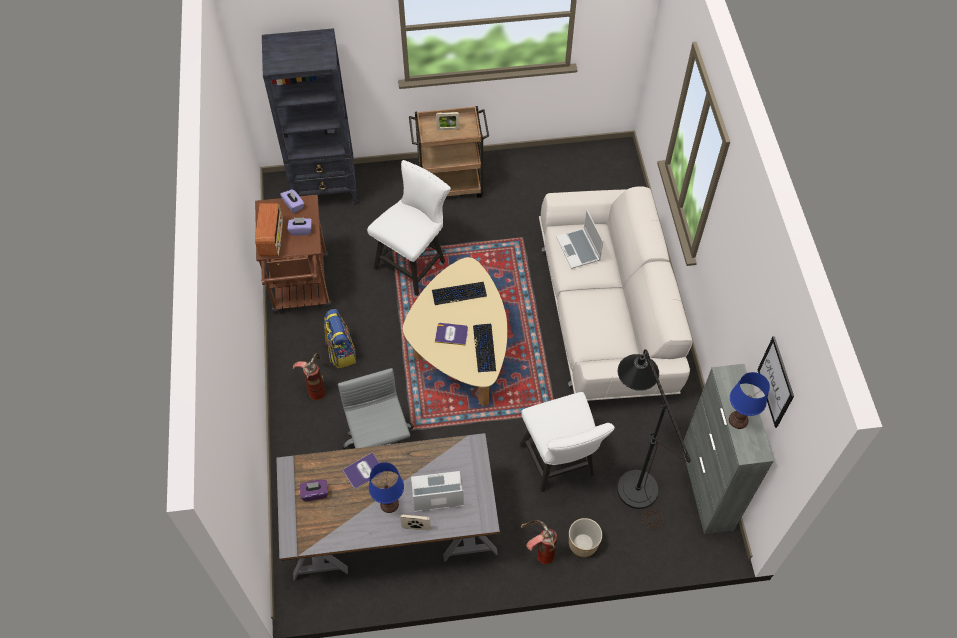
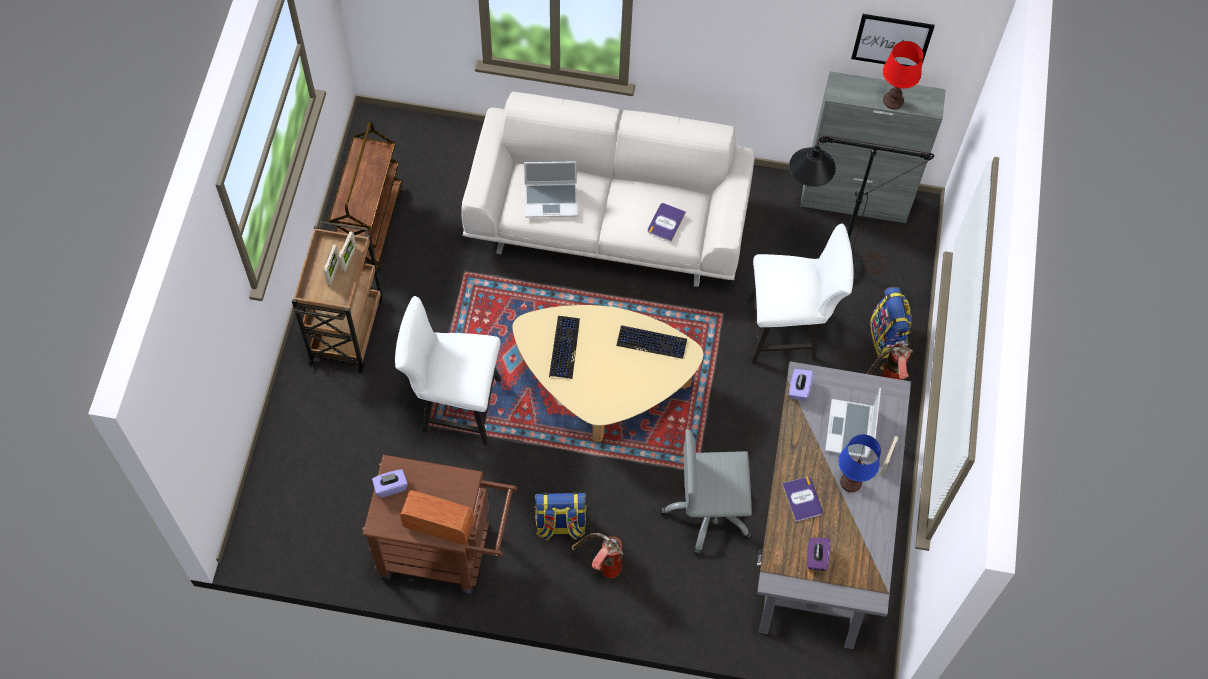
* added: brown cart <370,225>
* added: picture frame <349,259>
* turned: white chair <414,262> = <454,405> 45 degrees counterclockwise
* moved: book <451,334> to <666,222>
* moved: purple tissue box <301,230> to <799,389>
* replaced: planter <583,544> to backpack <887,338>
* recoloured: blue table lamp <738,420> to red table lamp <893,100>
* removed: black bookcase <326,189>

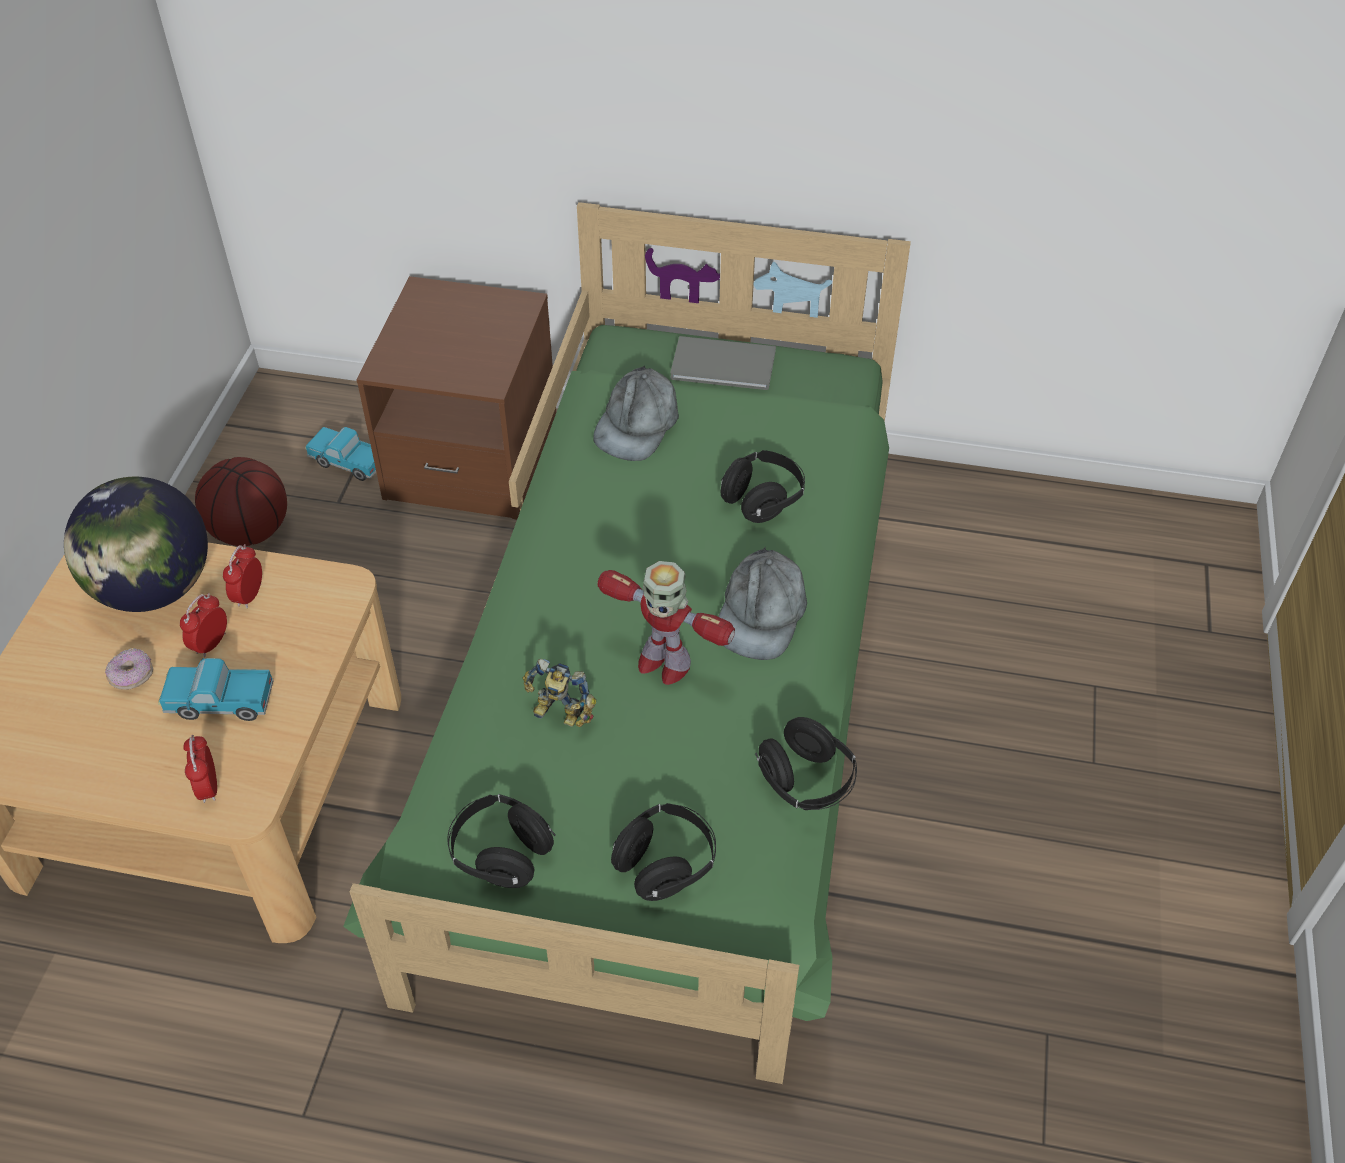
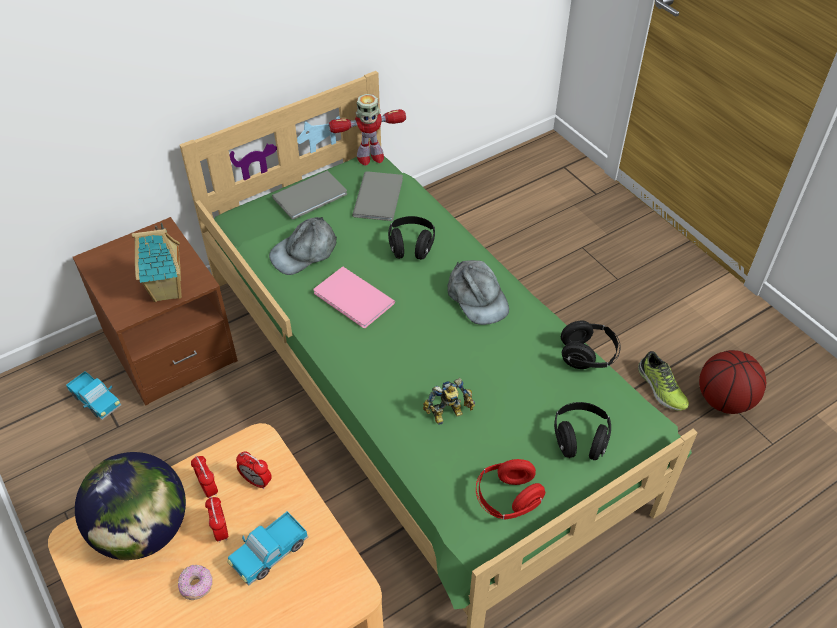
* turned: toy truck <348,463> = <96,401> 120 degrees counterclockwise
* added: toy house <168,291>
* moved: alarm clock <208,787> to <256,481>
* turned: grey cap <637,424> = <304,252> 75 degrees clockwise
* added: pink book <353,300>
* moved: toy robot <663,663> to <369,157>
* added: grey book <380,196>
* recoloured: black headphones <501,854> to red headphones <507,499>
* added: shoe <660,388>
* moved: basketball <250,531> to <723,400>

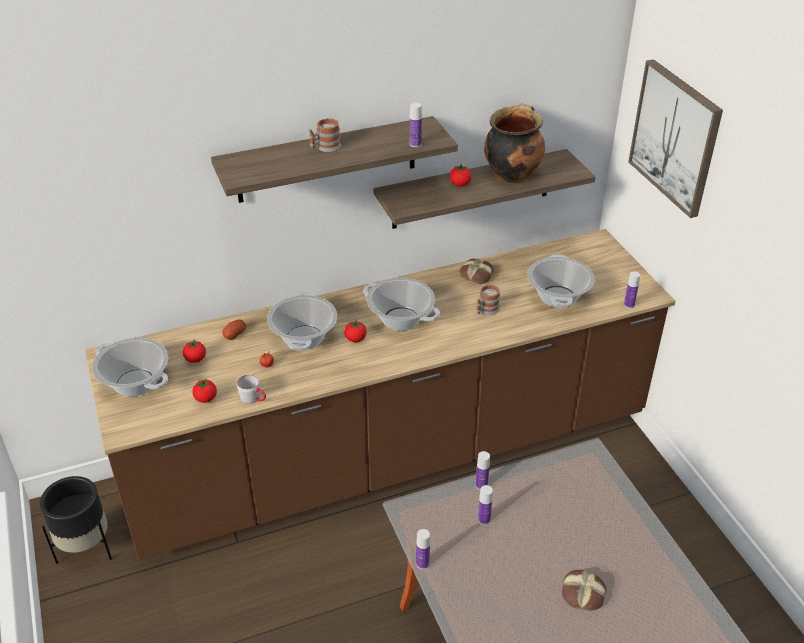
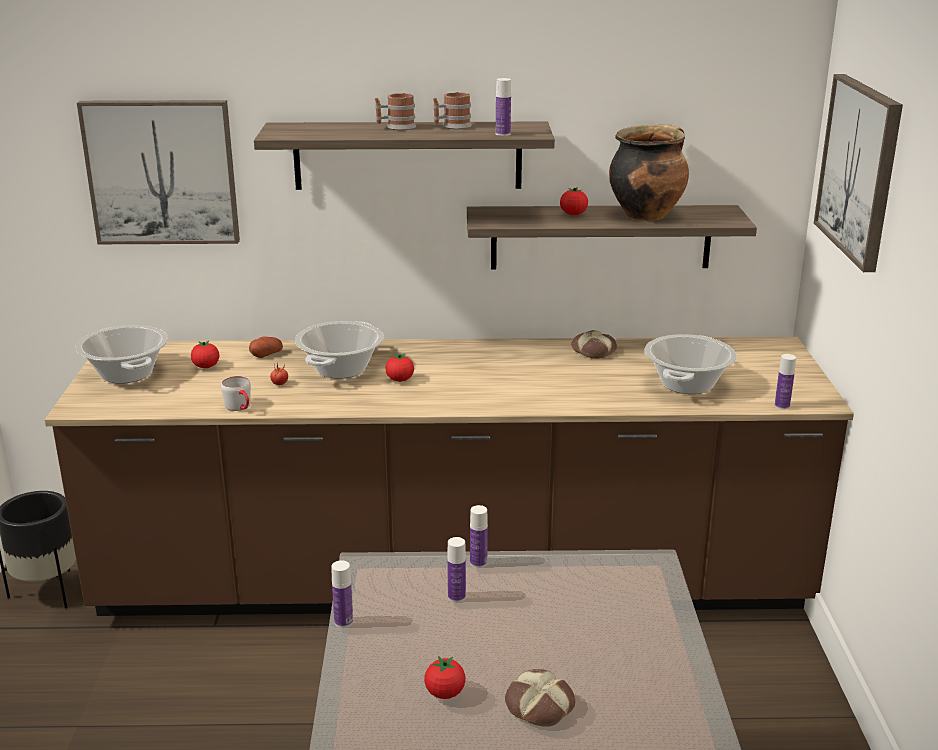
* added: picture <162,172>
* moved: tomato <206,399> to <445,693>
* moved: mug <486,310> to <452,126>
* removed: cooking pot <400,319>

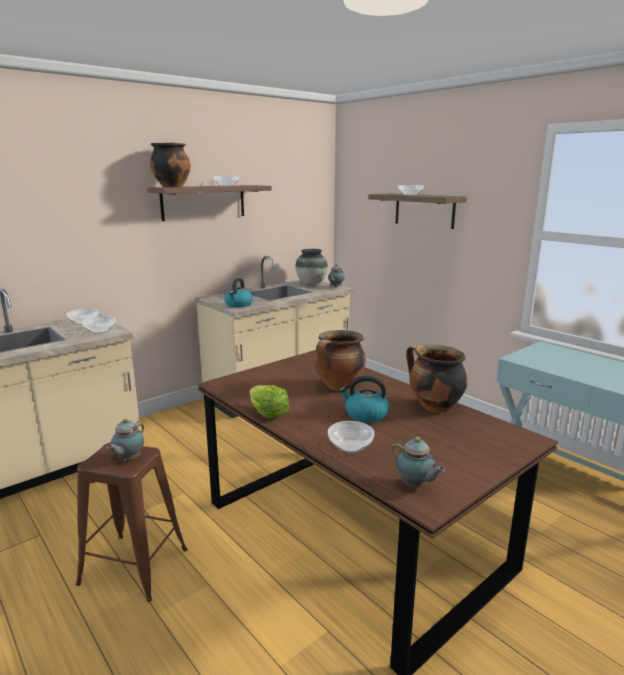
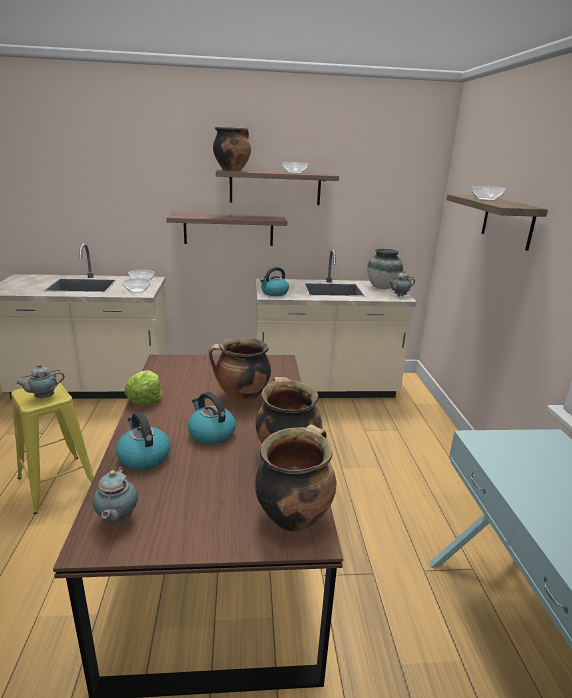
* recoloured: brown stool <134,566> to yellow stool <57,483>
* replaced: bowl <350,446> to kettle <143,457>
* added: shelf <228,229>
* added: cooking pot <293,516>

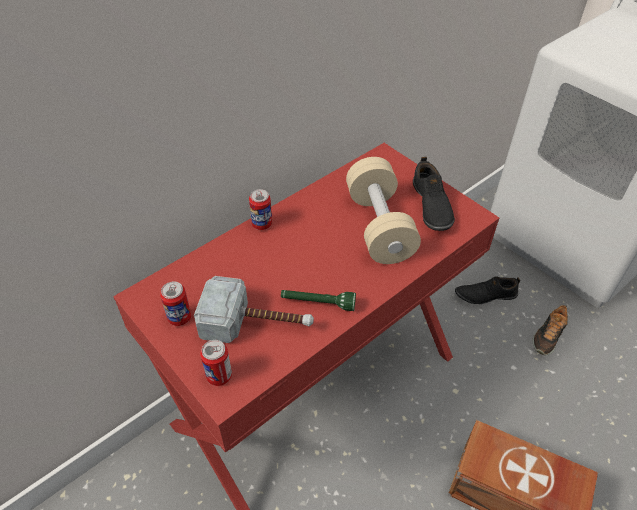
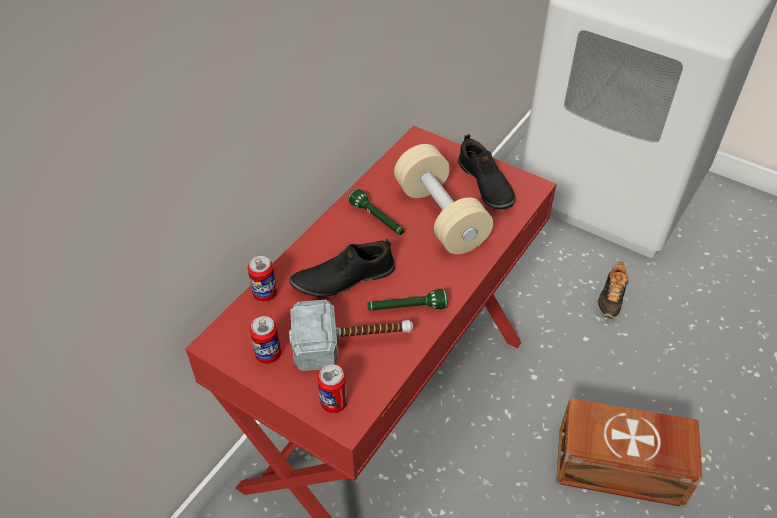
* moved: can <262,224> to <265,294>
* moved: black shoe <485,294> to <343,278>
* added: green flashlight <377,219>

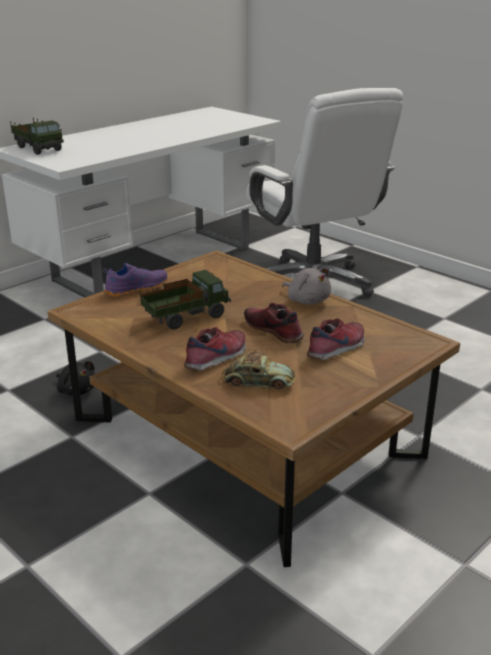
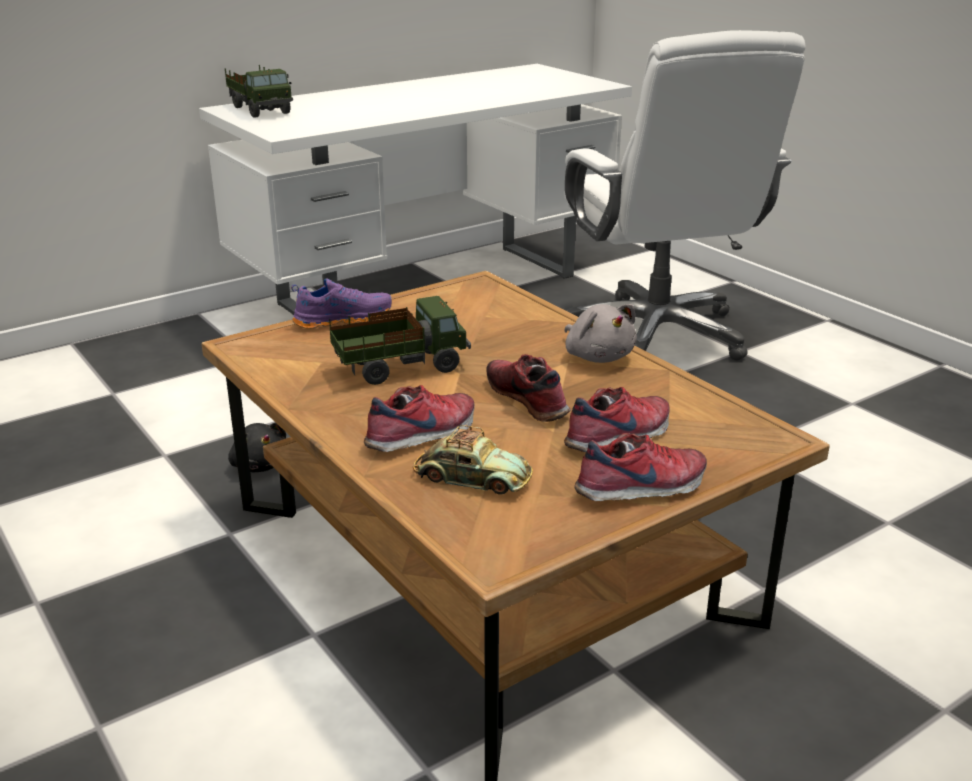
* added: shoe <642,488>

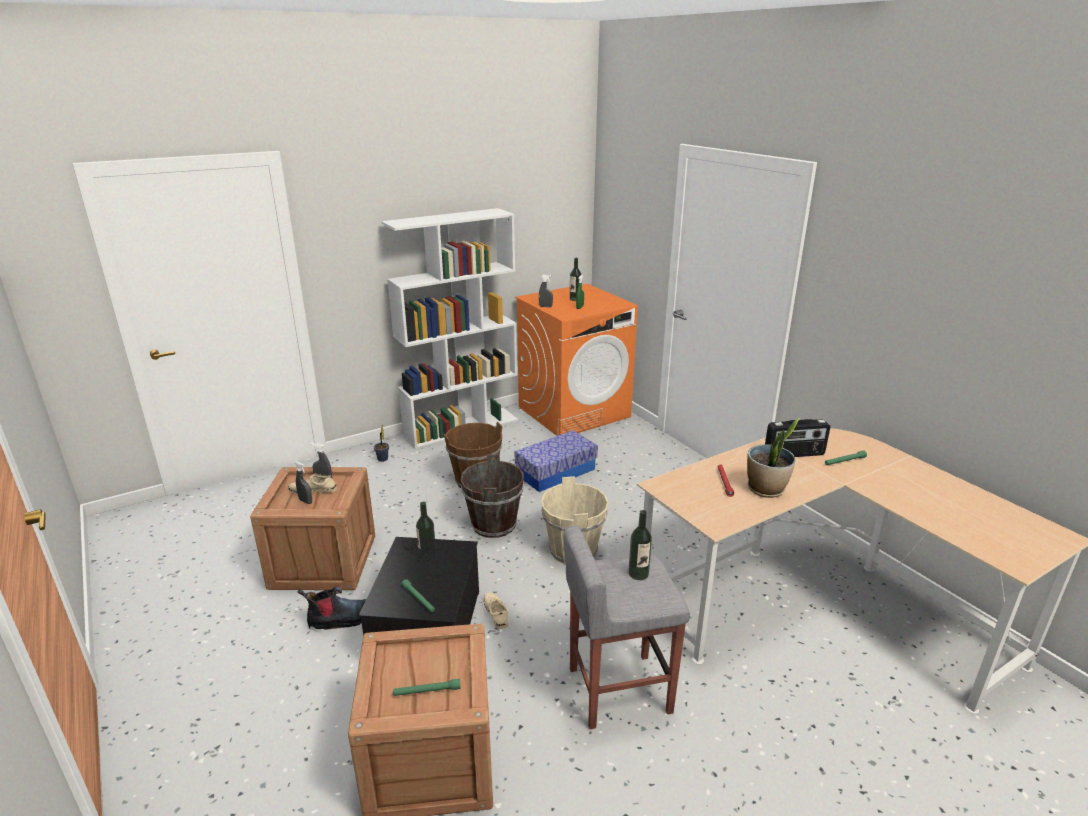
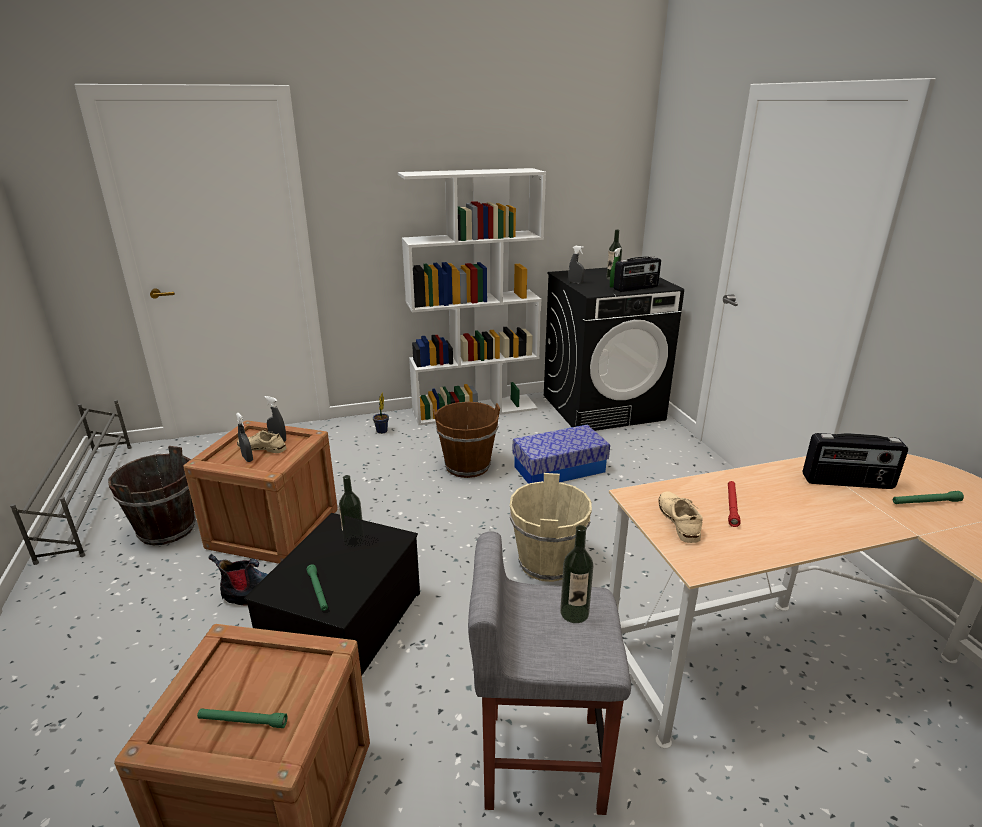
* added: grey shoe rack <90,496>
* moved: brown bucket <494,525> to <167,529>
* recoloured: orange washing machine <574,411> to black washing machine <603,407>
* added: radio <636,288>
* moved: beige shoe <496,612> to <678,520>
* removed: potted plant <766,489>

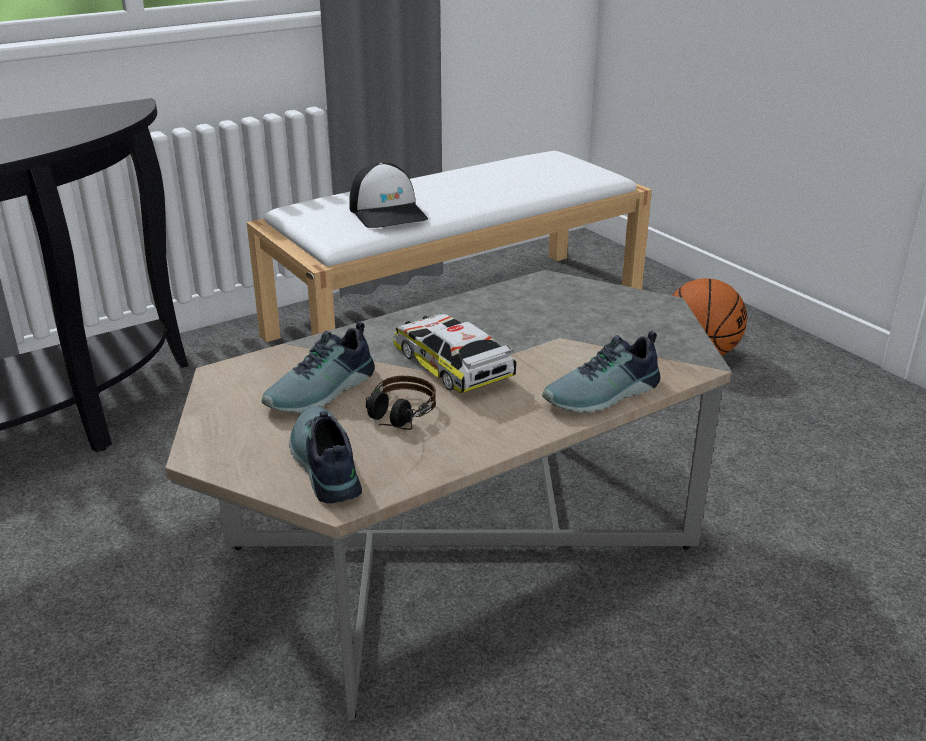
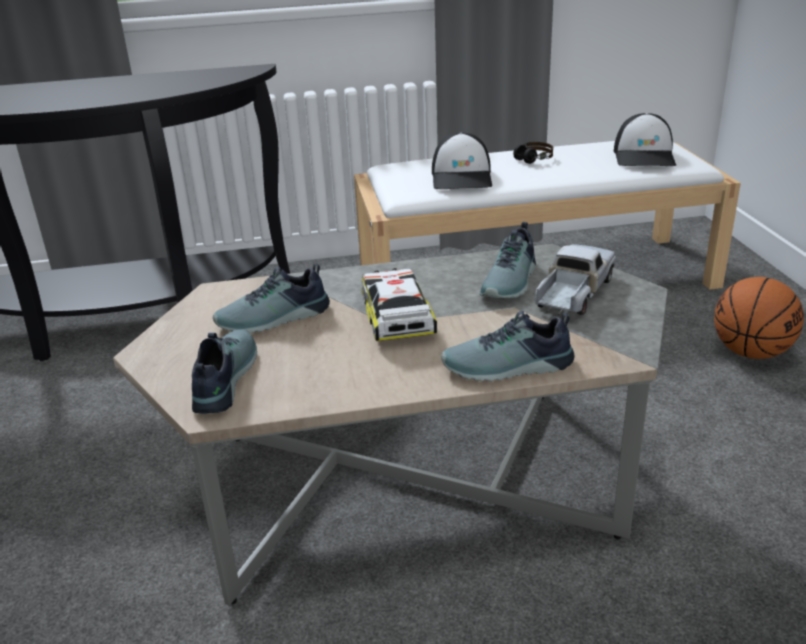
* added: shoe <512,282>
* moved: headphones <395,421> to <527,161>
* added: toy truck <573,293>
* added: cap <645,156>

